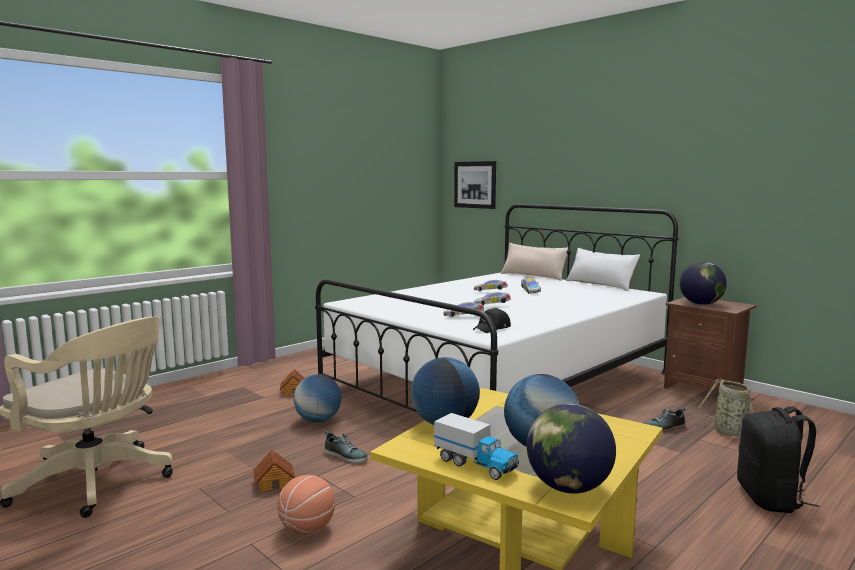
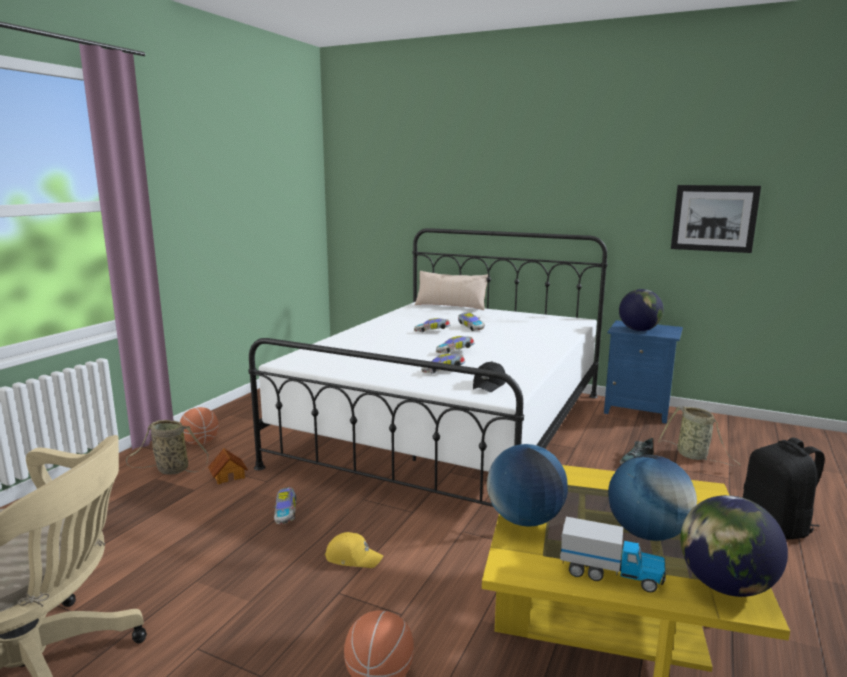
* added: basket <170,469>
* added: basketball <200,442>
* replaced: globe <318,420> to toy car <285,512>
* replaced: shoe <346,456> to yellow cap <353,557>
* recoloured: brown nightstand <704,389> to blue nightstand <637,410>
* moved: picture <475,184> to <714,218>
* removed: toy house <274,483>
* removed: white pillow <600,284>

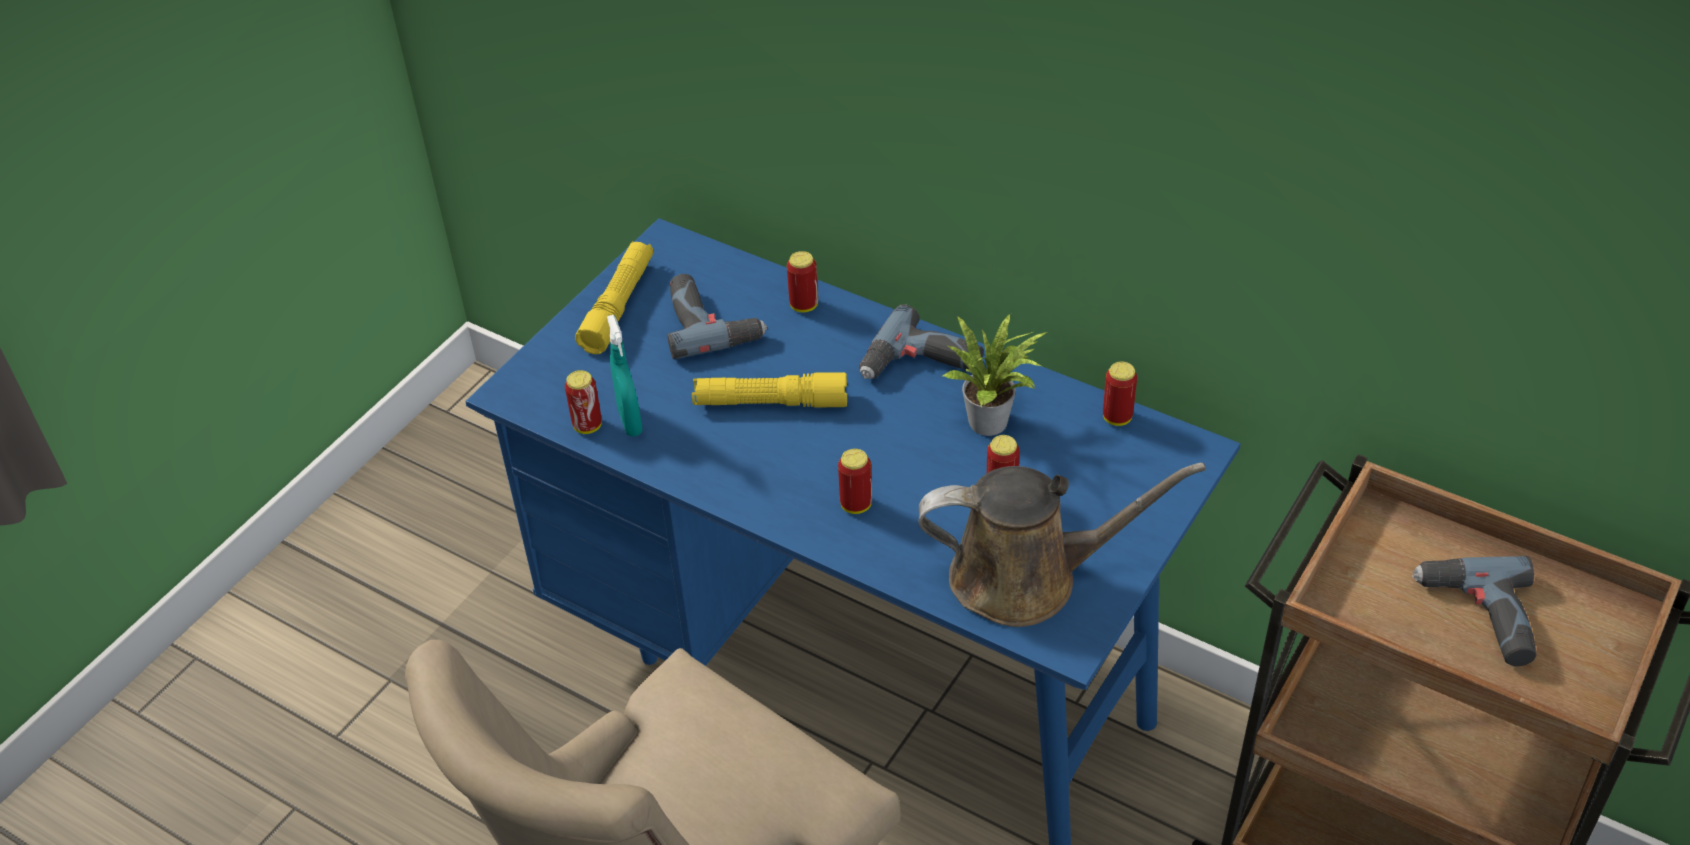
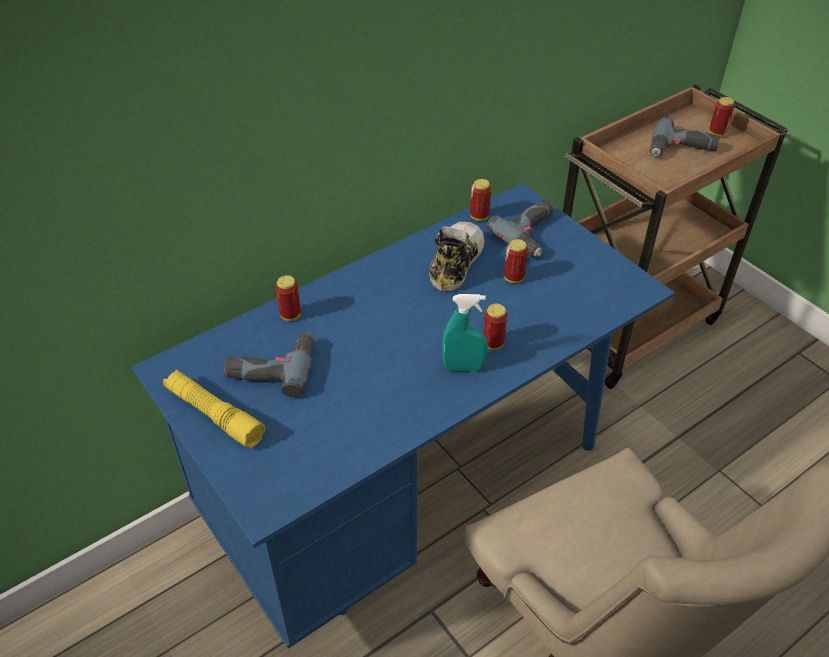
* replaced: potted plant <993,421> to shoe <454,264>
* moved: turquoise spray bottle <630,421> to <463,367>
* moved: power drill <921,366> to <532,234>
* moved: can <587,425> to <717,133>
* removed: yellow flashlight <770,403>
* removed: brown watering can <1026,577>

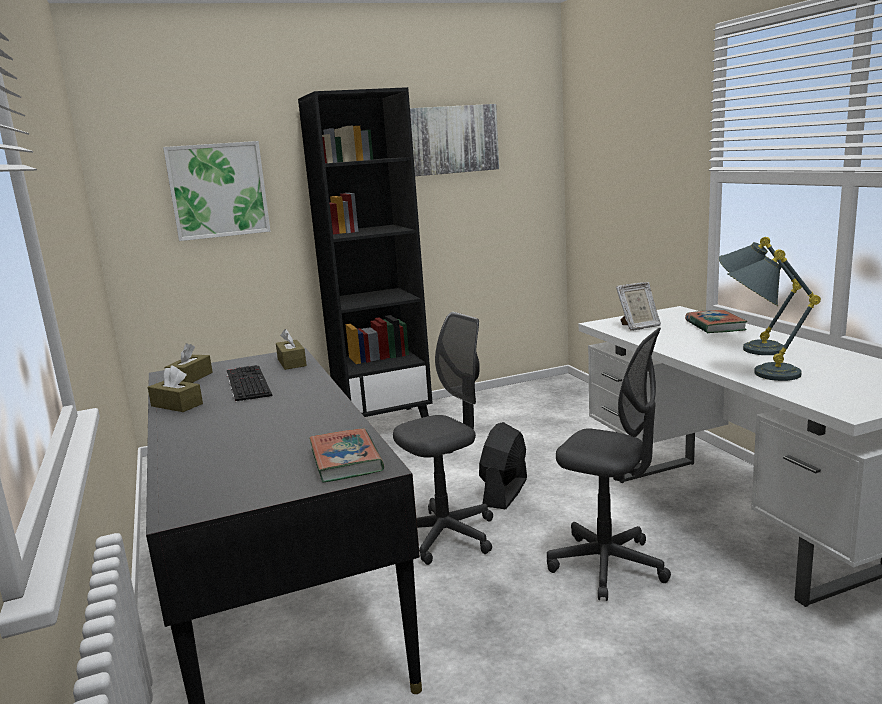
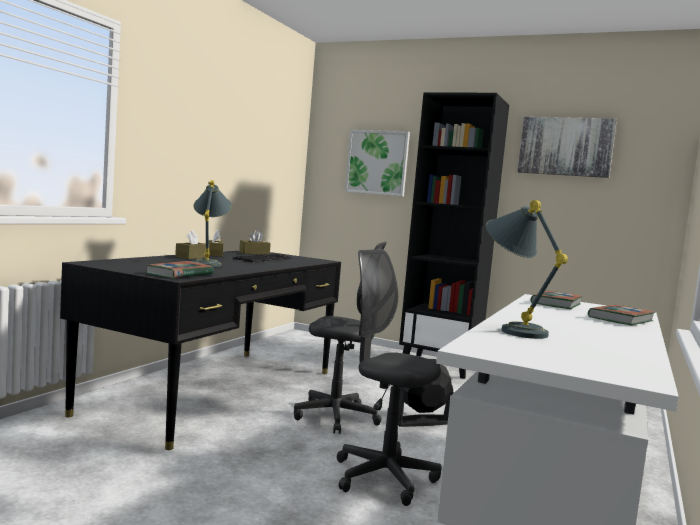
* moved: brown tissue box <292,362> to <192,257>
* moved: grey table lamp <748,348> to <208,264>
* turned: grey office chair <607,566> = <383,478> 135 degrees clockwise
* replaced: picture frame <638,327> to book <556,304>

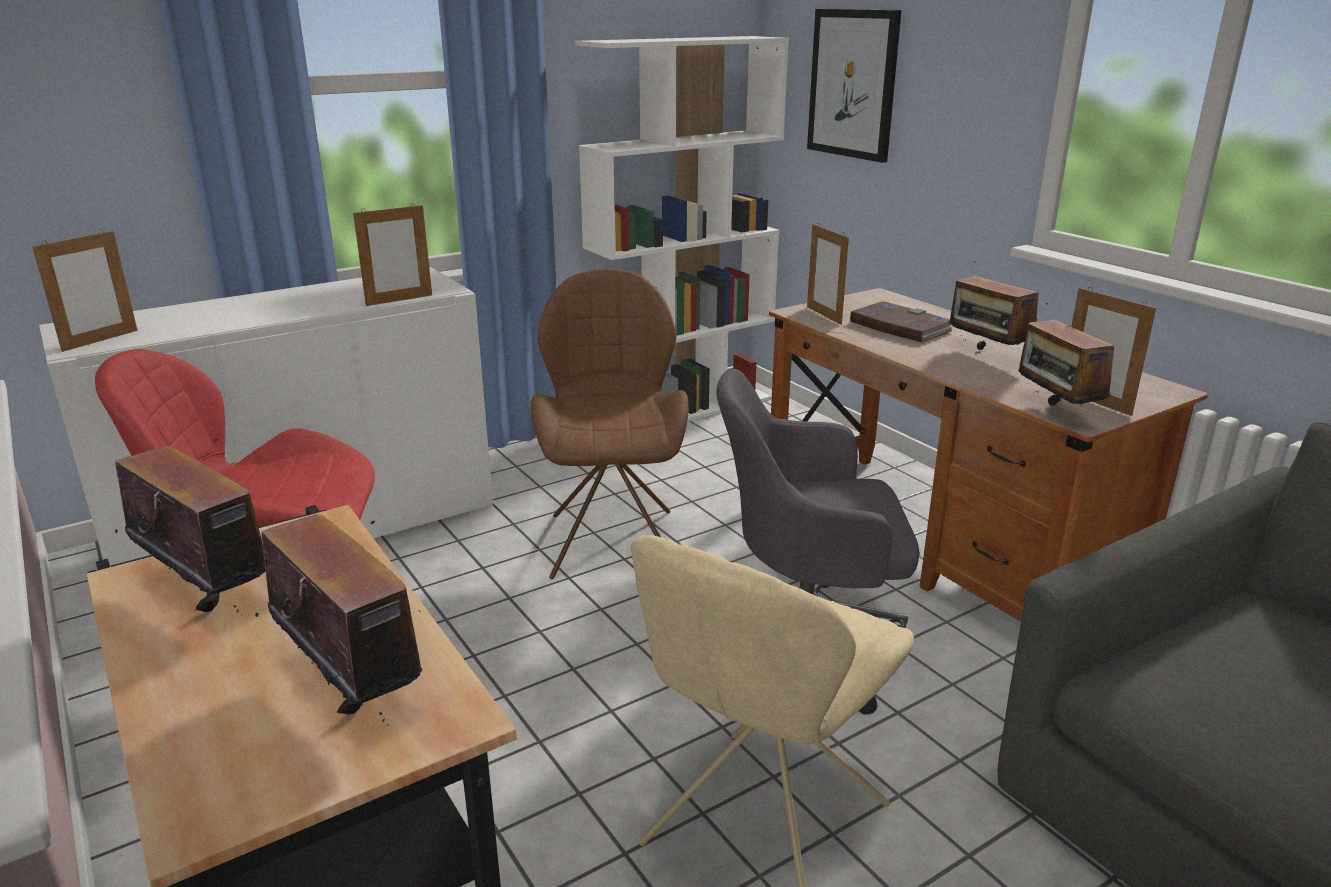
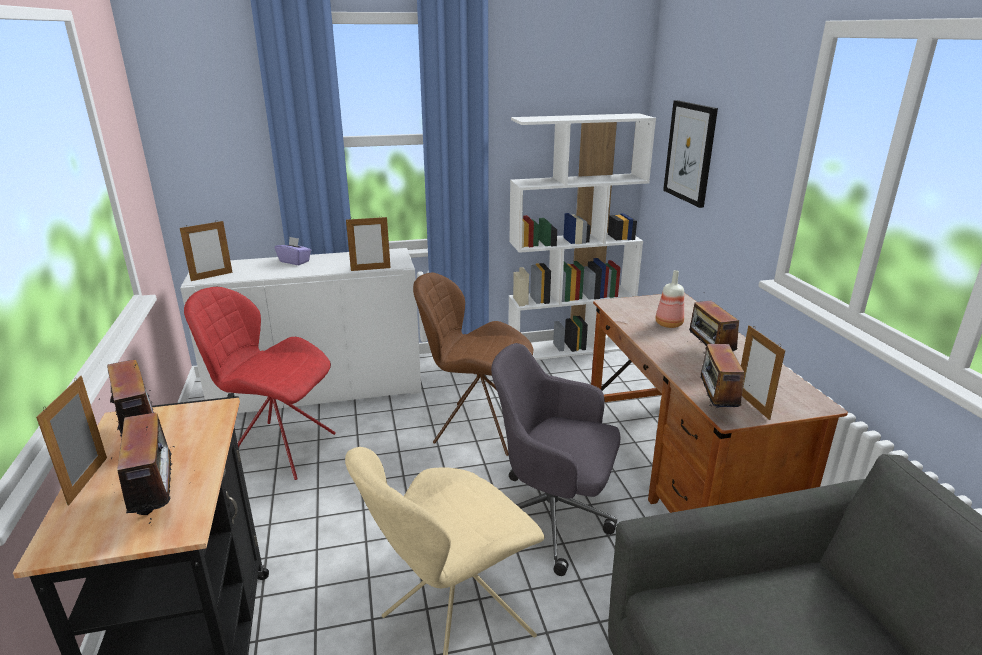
* moved: picture frame <824,315> to <88,480>
* added: purple tissue box <295,261>
* turned: brown chair <613,540> = <477,427> 90 degrees counterclockwise
* replaced: book <899,327> to bottle <668,324>

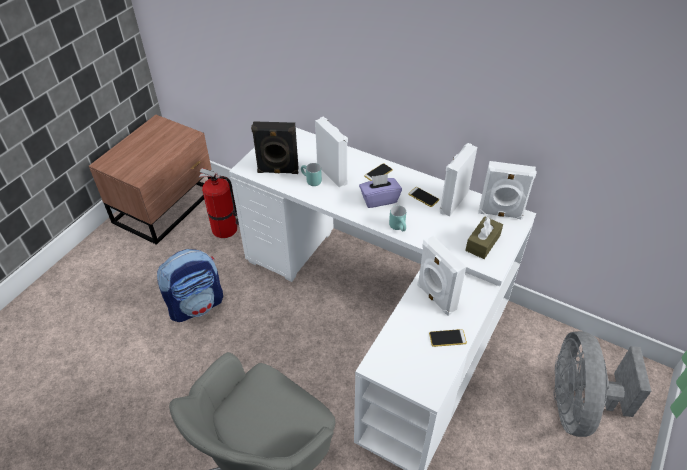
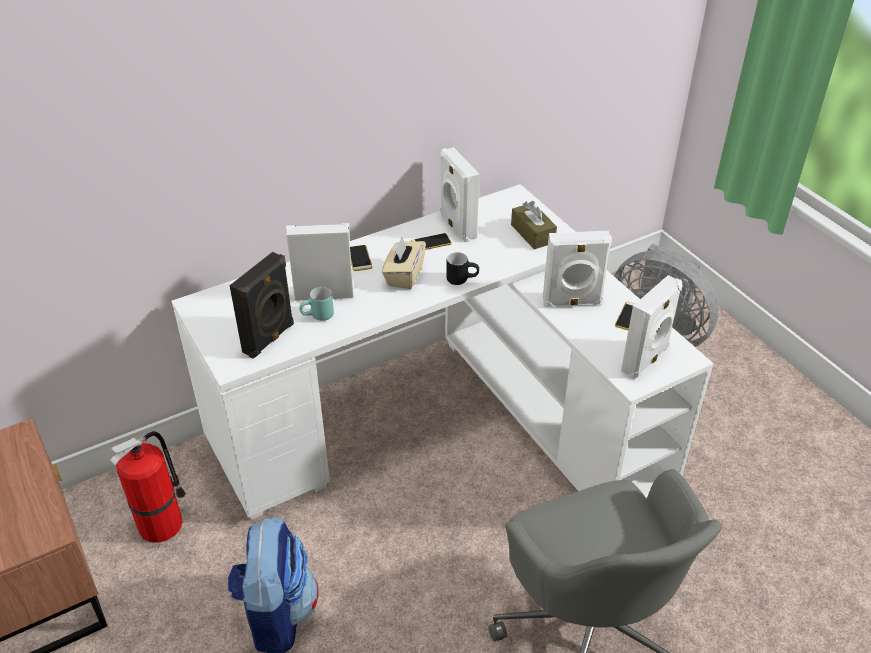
* recoloured: purple tissue box <379,199> to beige tissue box <404,275>
* recoloured: turquoise mug <399,227> to black mug <462,279>
* moved: white speaker <500,214> to <646,360>

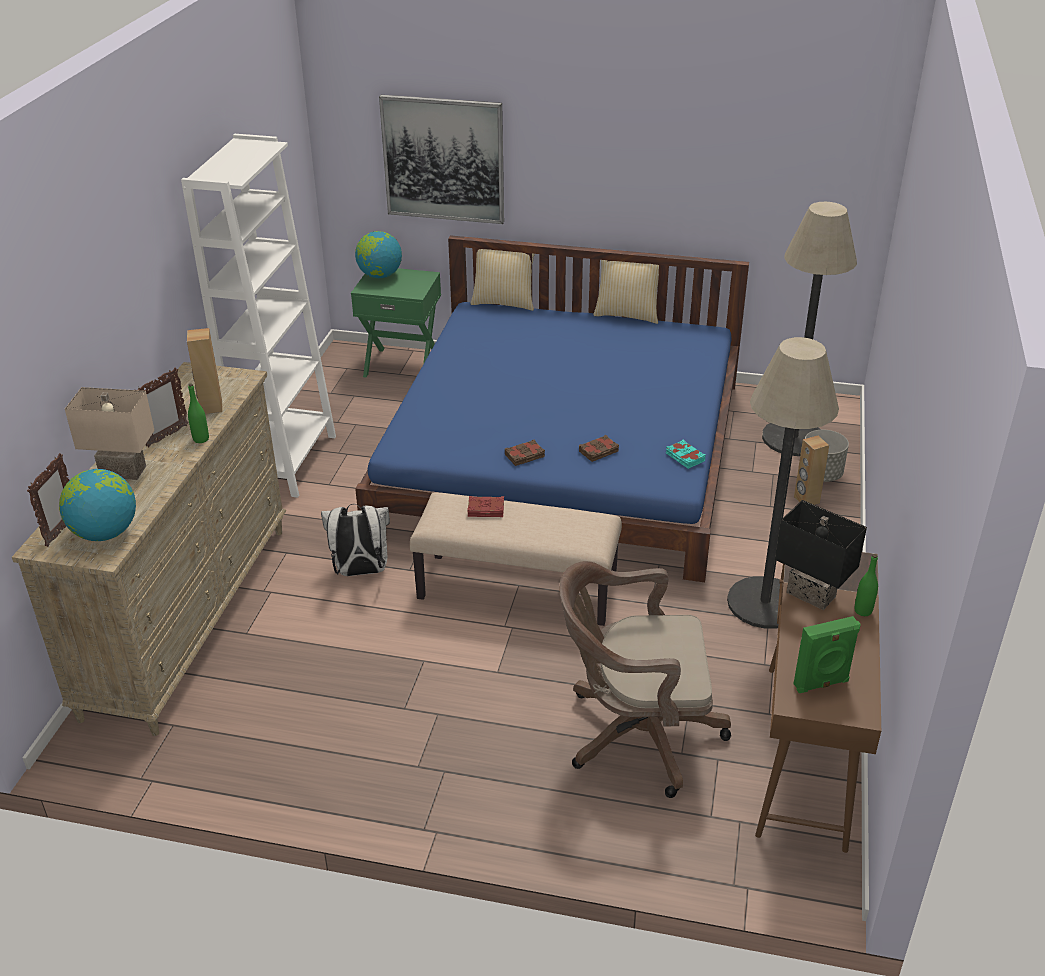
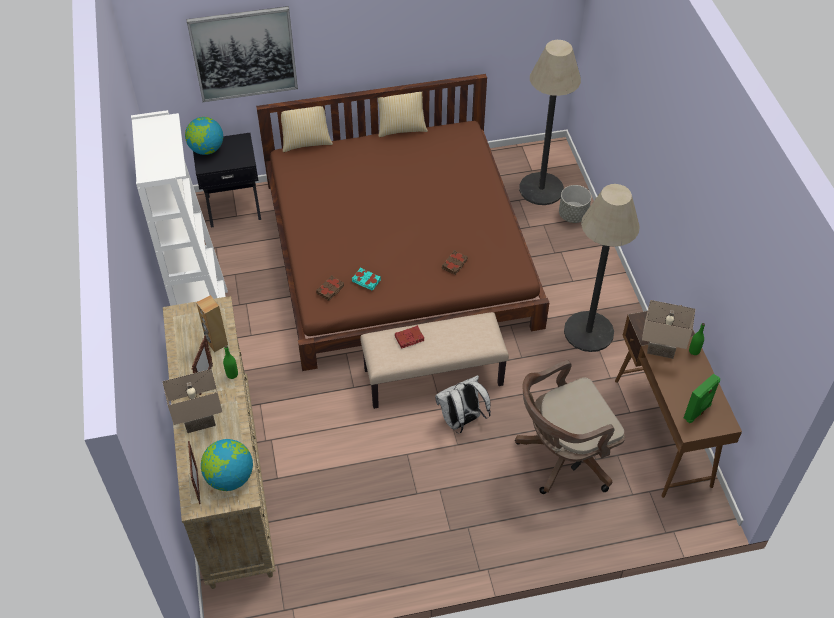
* recoloured: green nightstand <402,365> to black nightstand <233,206>
* recoloured: blue bed <563,453> to brown bed <398,252>
* moved: brown book <525,456> to <330,290>
* moved: turquoise book <684,457> to <366,281>
* moved: white backpack <360,571> to <461,421>
* recoloured: black table lamp <809,595> to beige table lamp <660,350>
* removed: brown speaker <806,500>

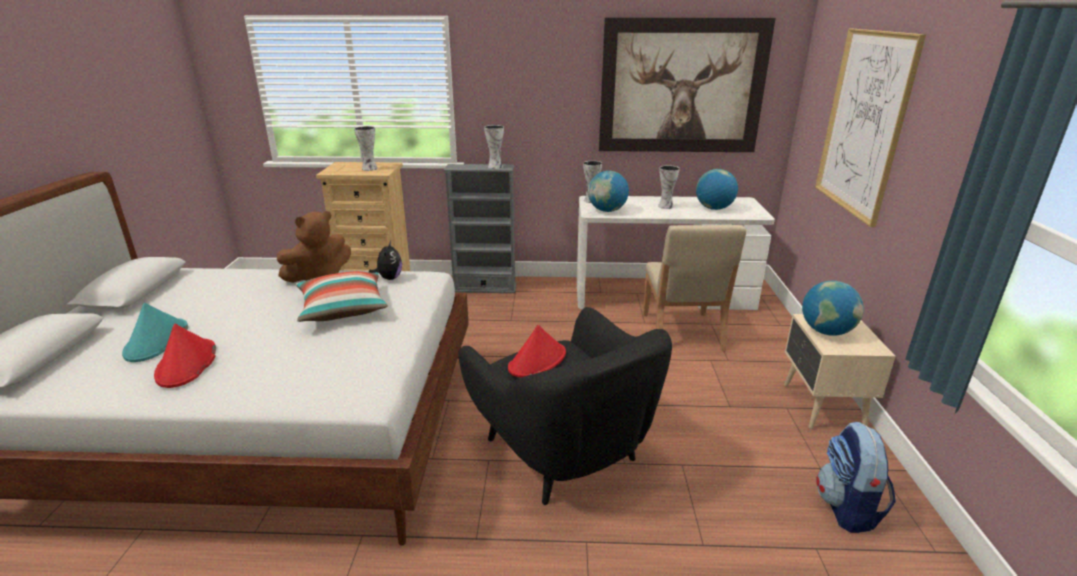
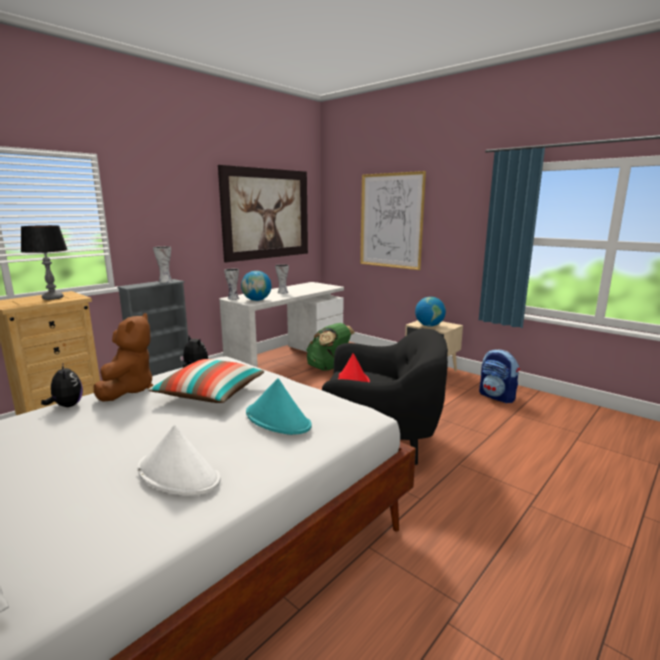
* replaced: vase <369,169> to table lamp <53,298>
* added: plush toy <67,406>
* recoloured: red hat <187,364> to white hat <179,474>
* moved: turquoise hat <157,341> to <278,419>
* replaced: beige chair <681,332> to green backpack <329,368>
* removed: globe <714,208>

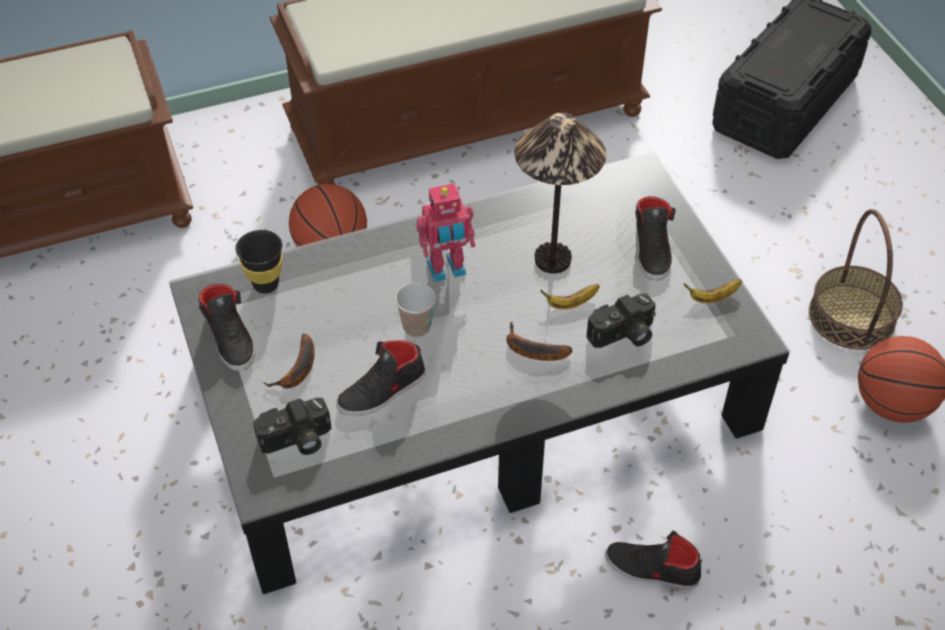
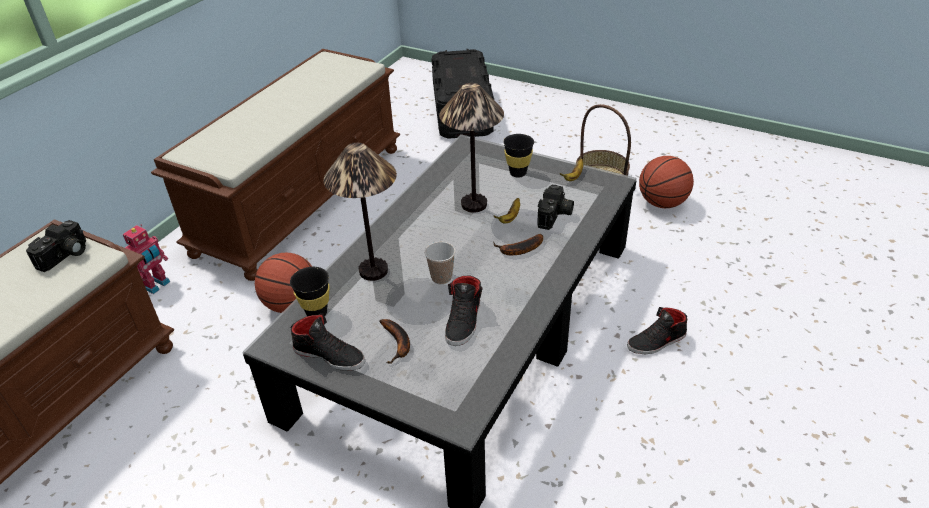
* moved: photo camera <296,441> to <66,256>
* moved: toy robot <447,270> to <157,285>
* added: table lamp <374,271>
* replaced: black shoe <652,250> to black cup <518,173>

